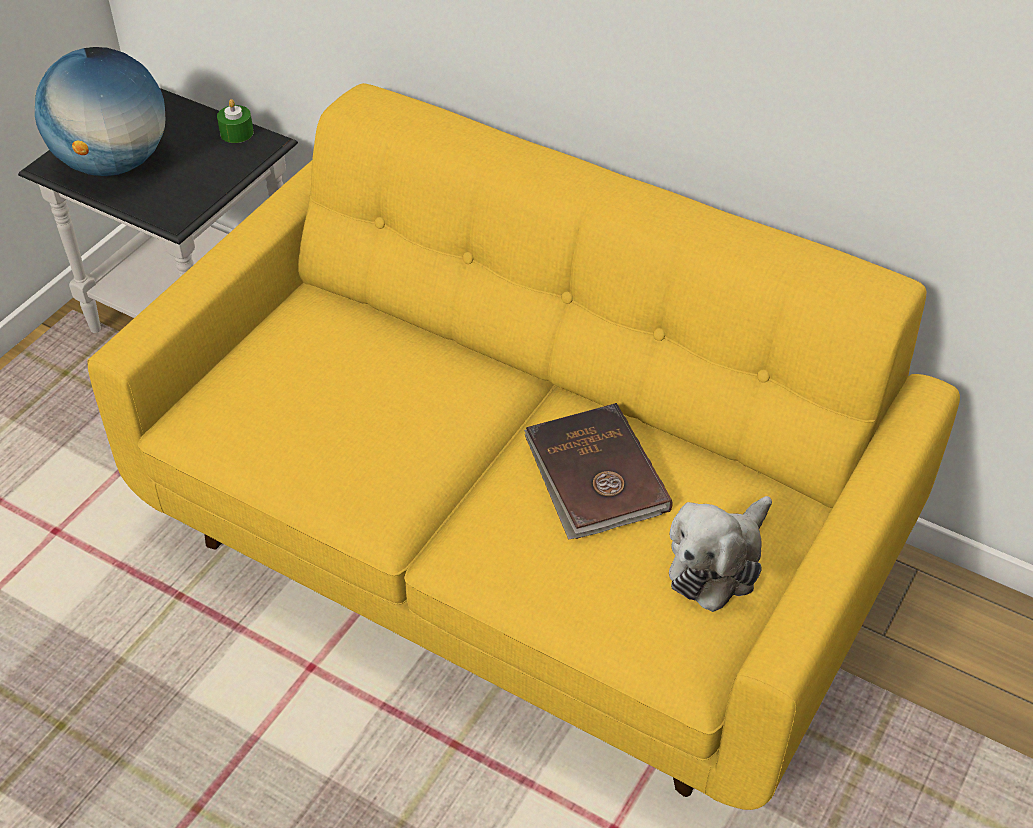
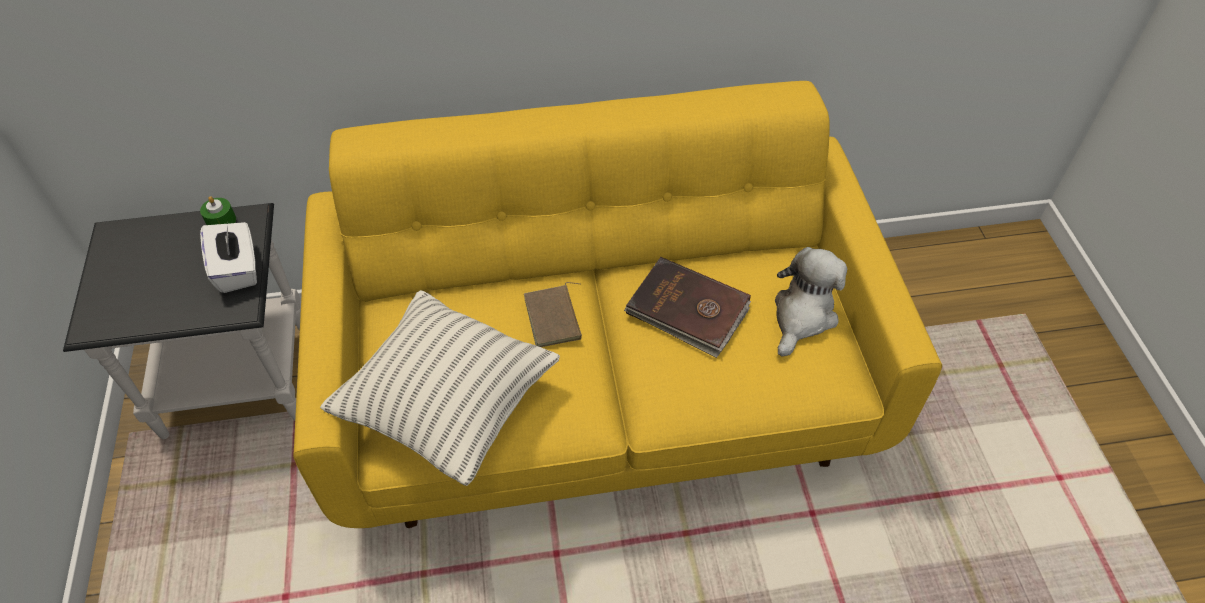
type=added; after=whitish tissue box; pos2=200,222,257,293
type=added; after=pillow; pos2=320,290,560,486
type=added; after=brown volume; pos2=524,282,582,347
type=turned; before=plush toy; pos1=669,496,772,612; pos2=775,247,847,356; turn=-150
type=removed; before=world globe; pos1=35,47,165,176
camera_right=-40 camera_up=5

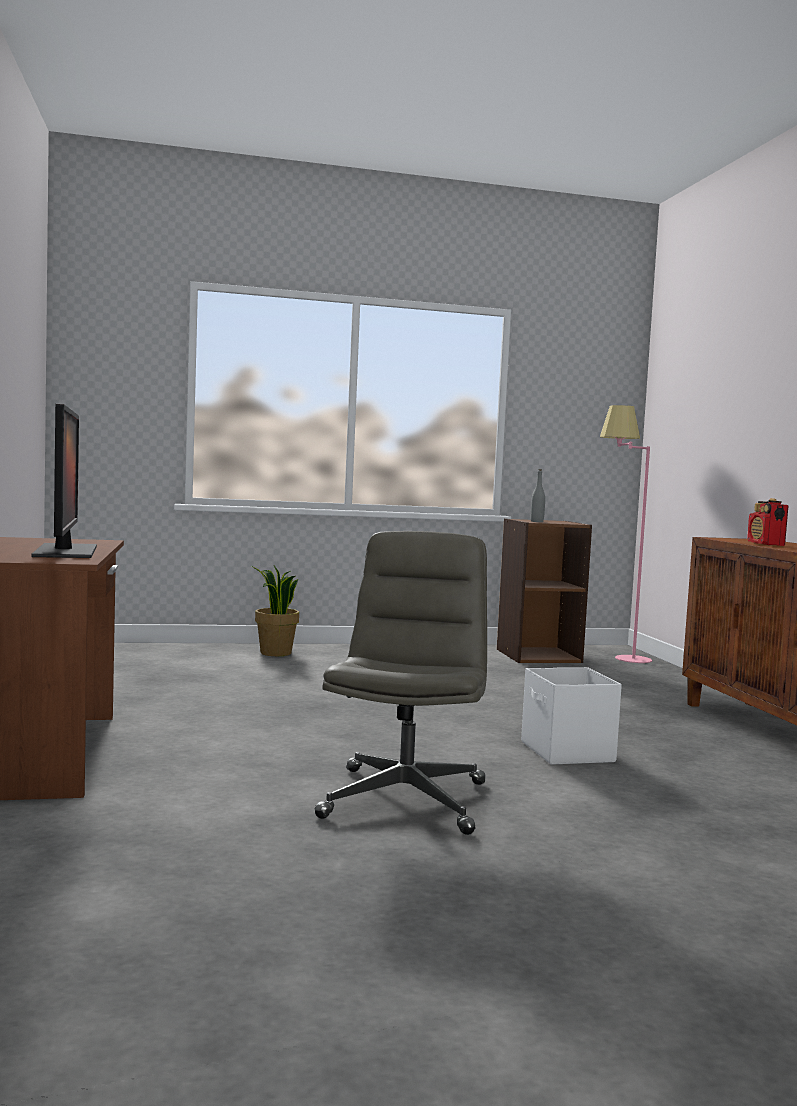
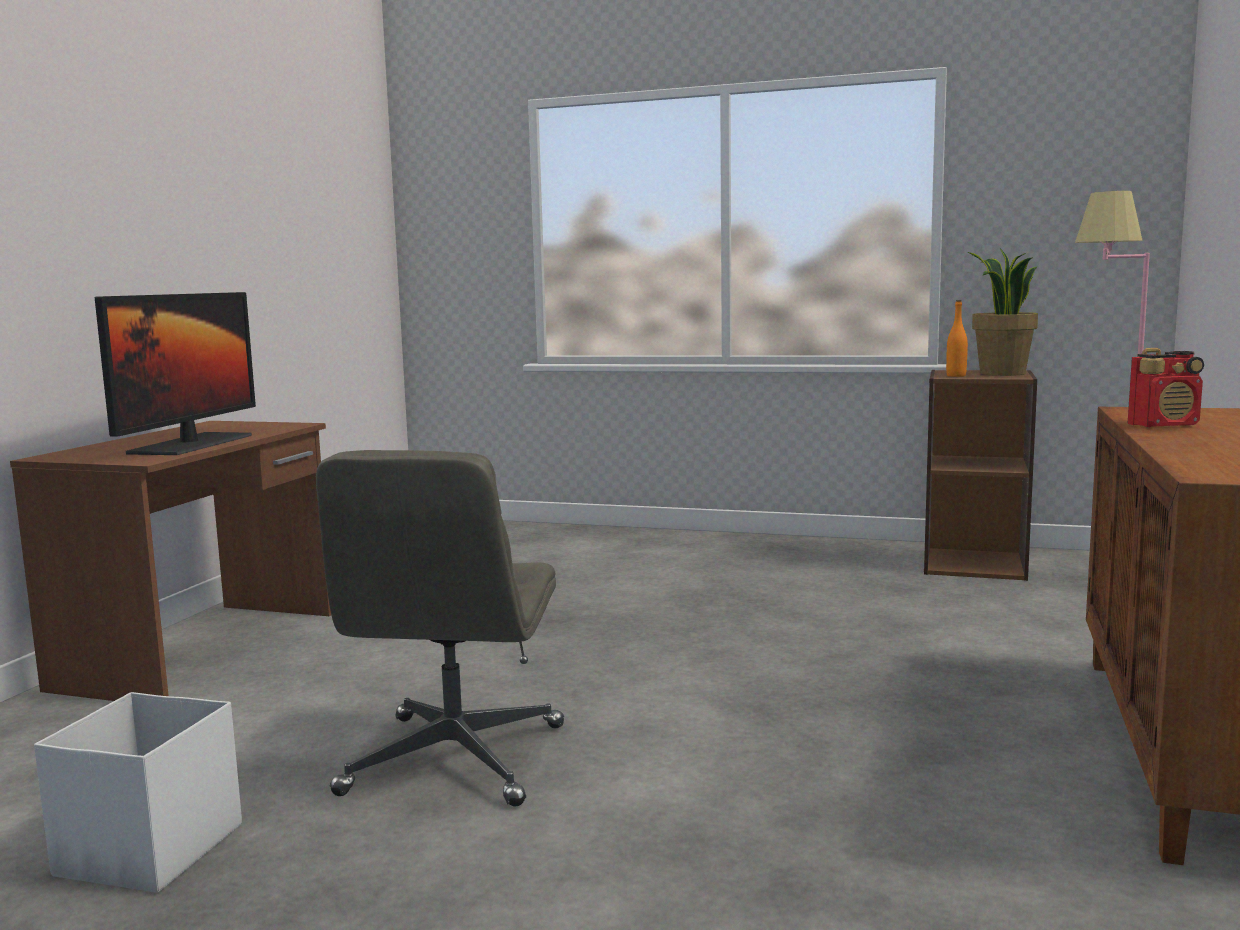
type=moved; before=whitish storage container; pos1=521,667,622,765; pos2=34,692,242,893
type=turned; before=greyish office chair; pos1=315,531,487,835; pos2=316,450,564,807; turn=150
type=recoloured; before=greyish bottle; after=orange-coloured bottle; pos1=531,469,545,522; pos2=946,300,968,377
type=moved; before=houseplant; pos1=252,566,299,656; pos2=968,248,1038,376
type=turned; before=radio receiver; pos1=747,498,789,546; pos2=1127,348,1204,427; turn=-120
camera_right=30 camera_up=5

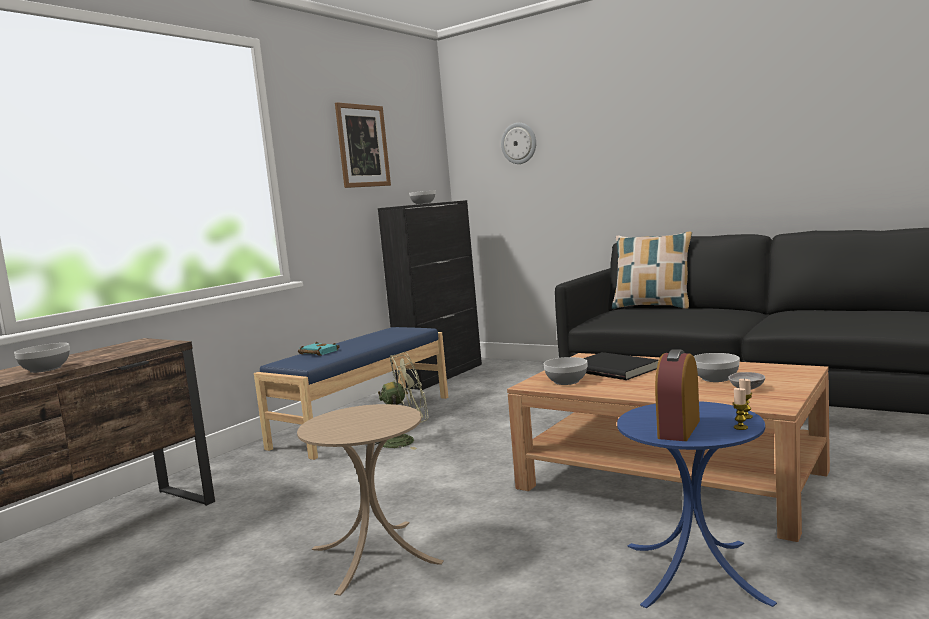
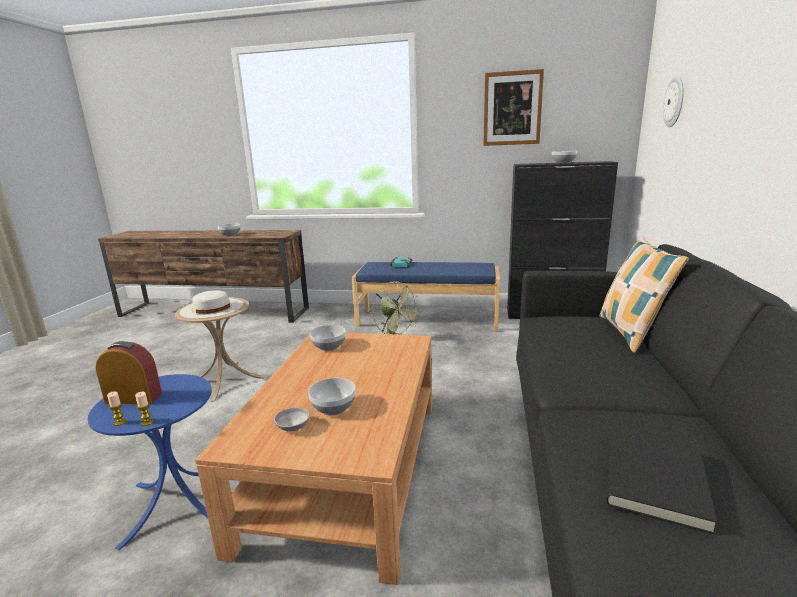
type=added; after=whitish wearable hat; pos2=180,290,243,319
type=moved; before=black-coloured volume; pos1=584,352,659,380; pos2=607,428,717,534
camera_right=65 camera_up=10

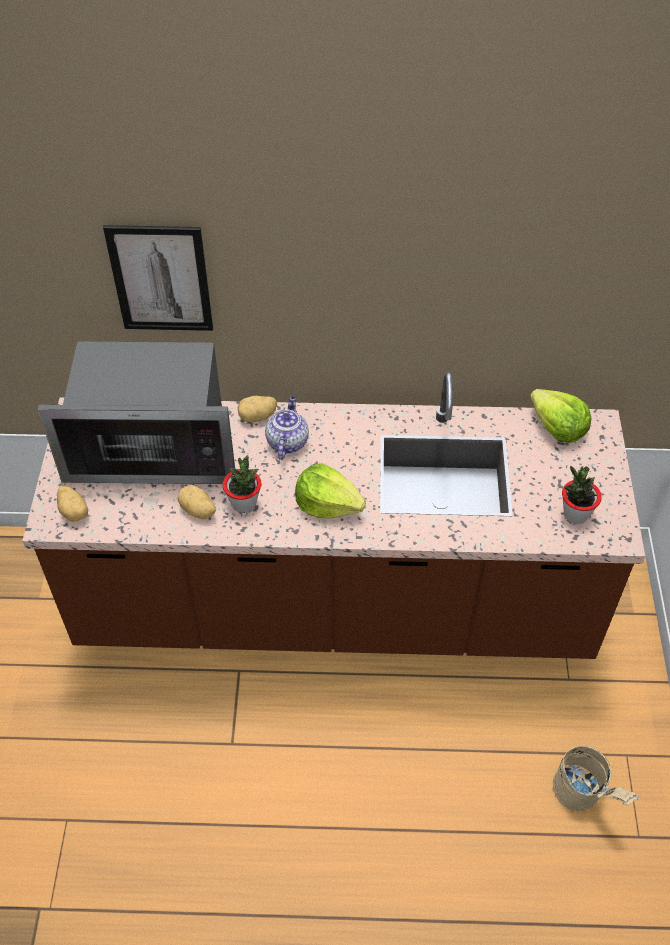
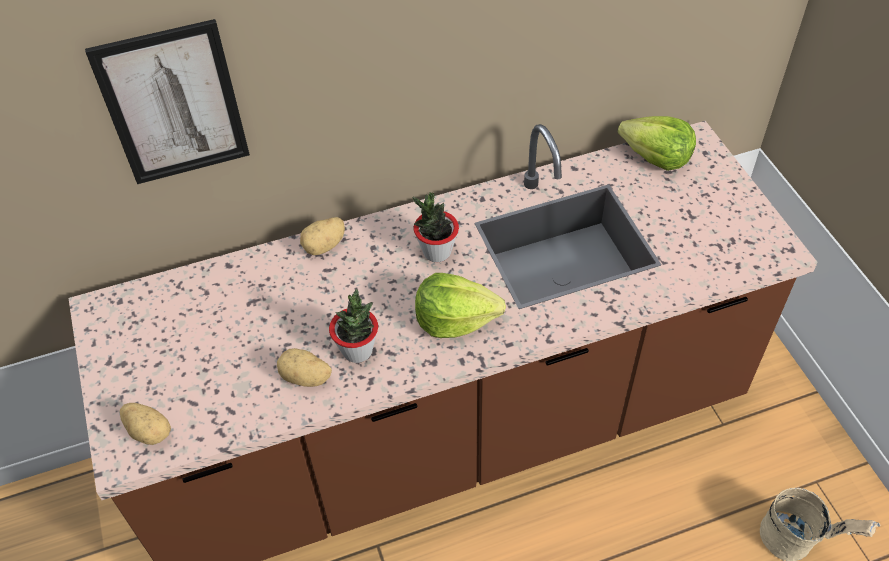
type=moved; before=houseplant; pos1=562,466,602,524; pos2=413,192,459,263
type=removed; before=kitchen microwave; pos1=38,342,235,484
type=removed; before=teapot; pos1=265,396,309,460
camera_right=-20 camera_up=0

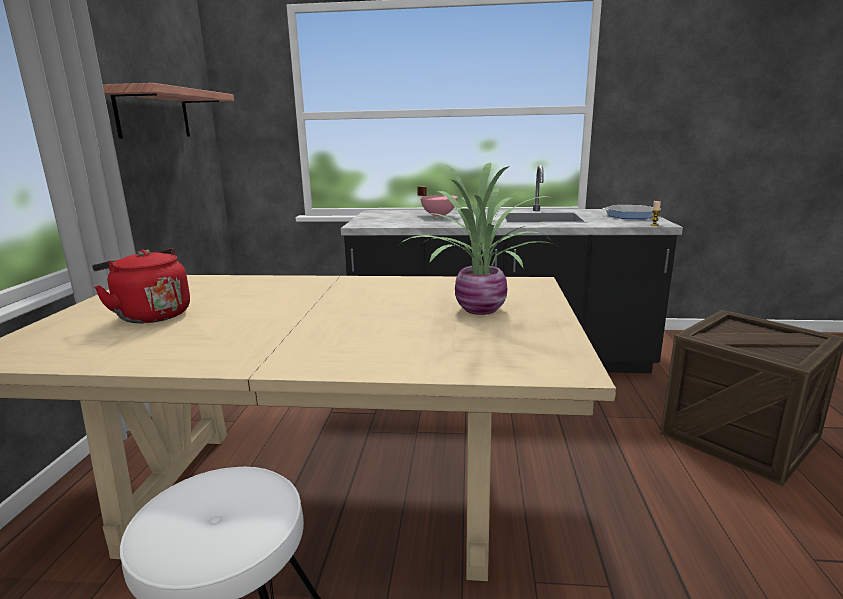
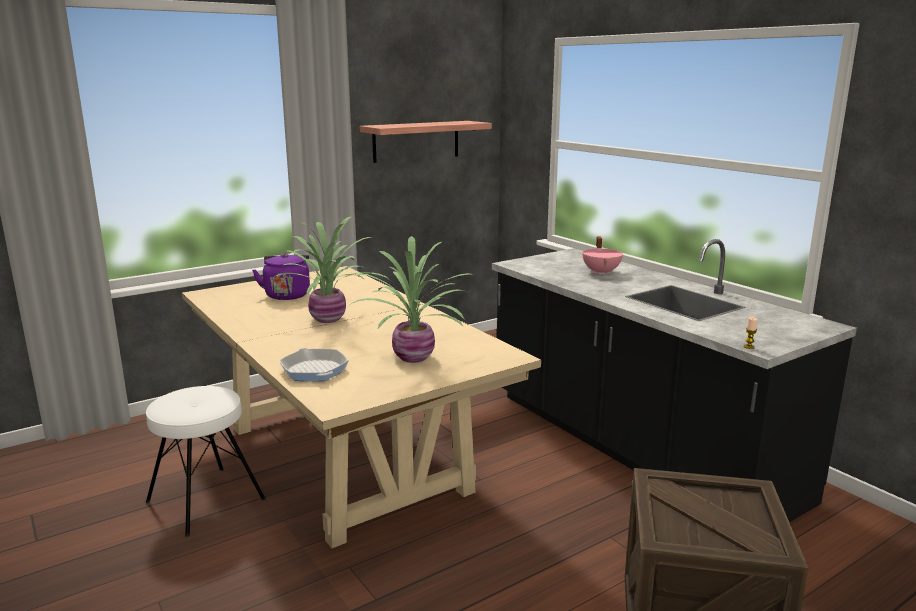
type=recoloured; before=red-coloured kettle; after=purple-coloured kettle; pos1=92,248,190,323; pos2=252,253,310,300
type=added; after=houseplant; pos2=273,216,390,323
type=moved; before=pan; pos1=602,205,661,219; pos2=279,348,349,381
camera_right=50 camera_up=0

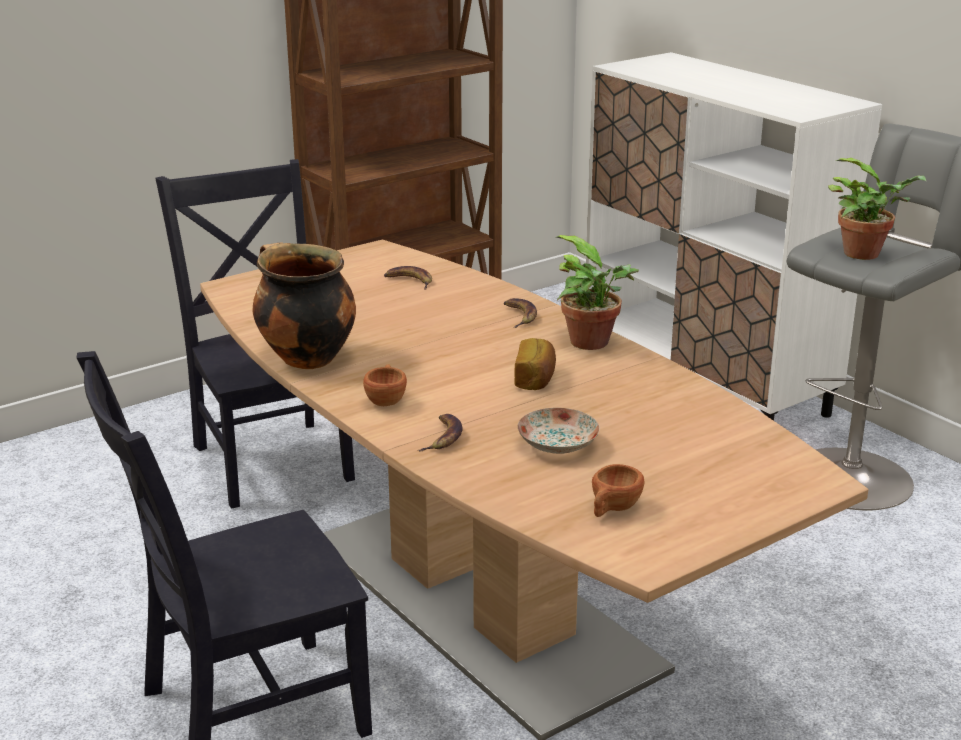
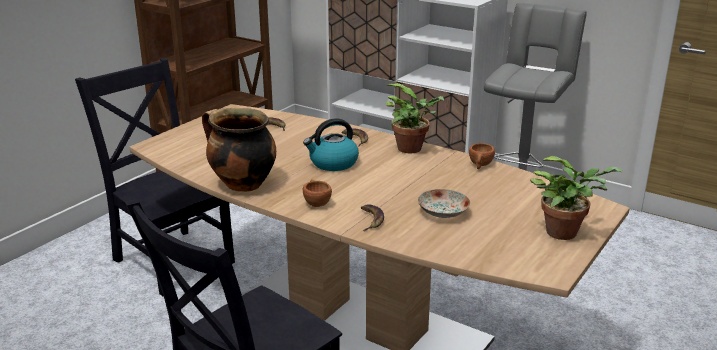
type=added; after=kettle; pos2=303,118,359,171
type=moved; before=brown drinking cup; pos1=592,464,644,517; pos2=469,143,495,169
type=moved; before=houseplant; pos1=828,158,926,260; pos2=530,156,623,240
type=removed; before=bread; pos1=514,338,556,390
camera_right=-20 camera_up=0

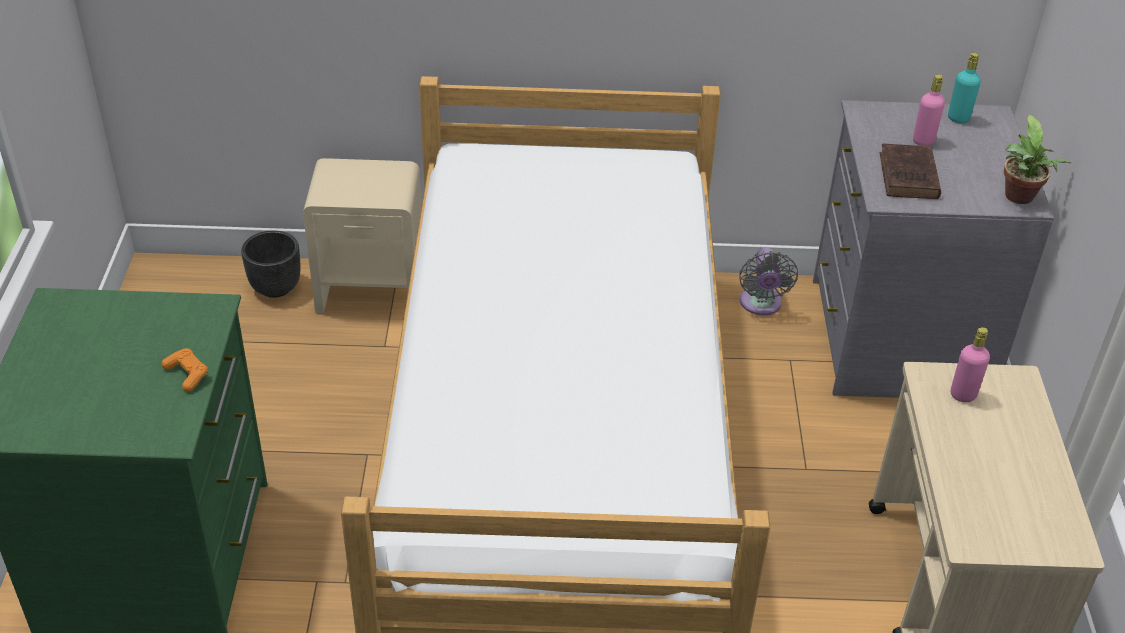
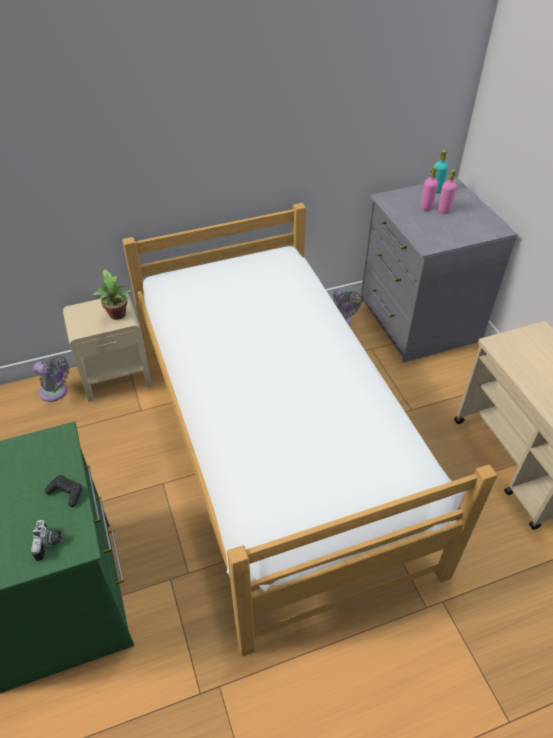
type=added; after=photo camera; pos2=31,520,62,561
type=replaced; before=black-coloured flower pot; after=greyish fan; pos1=241,230,301,298; pos2=33,356,70,402
type=recoloured; before=orange-coloured gamepad; after=black-coloured gamepad; pos1=162,348,208,392; pos2=45,475,82,507
type=moved; before=houseplant; pos1=1004,115,1071,204; pos2=92,269,135,320
type=moved; before=pink-coloured bottle; pos1=951,327,990,402; pos2=438,169,457,214
type=removed; before=brown volume; pos1=880,143,941,199
camera_right=-20 camera_up=5

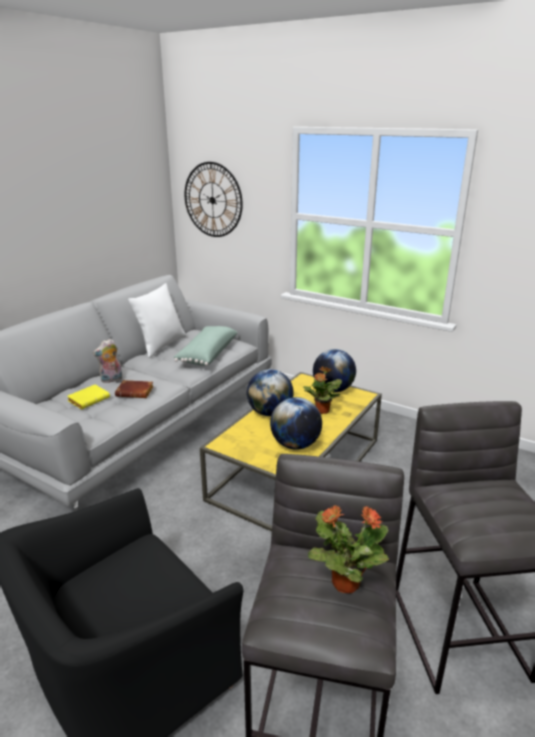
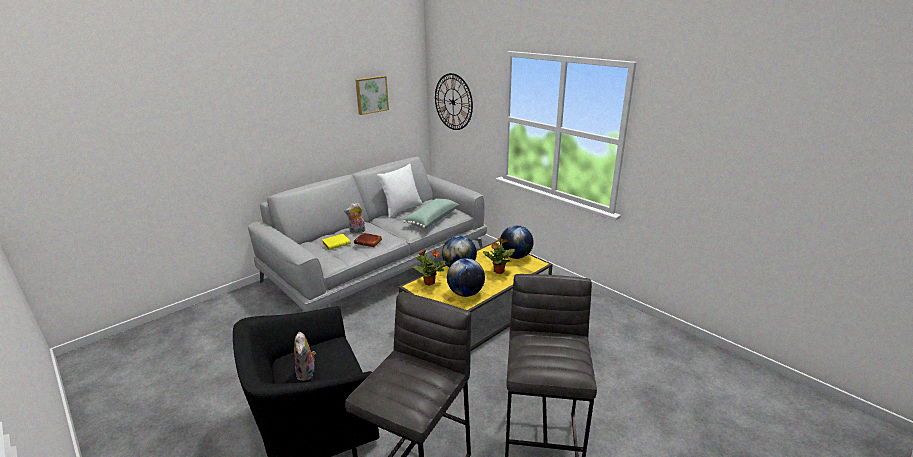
type=added; after=plush toy; pos2=294,332,316,381
type=added; after=wall picture; pos2=355,76,389,115
type=moved; before=houseplant; pos1=308,505,389,593; pos2=412,250,446,286
camera_right=15 camera_up=0

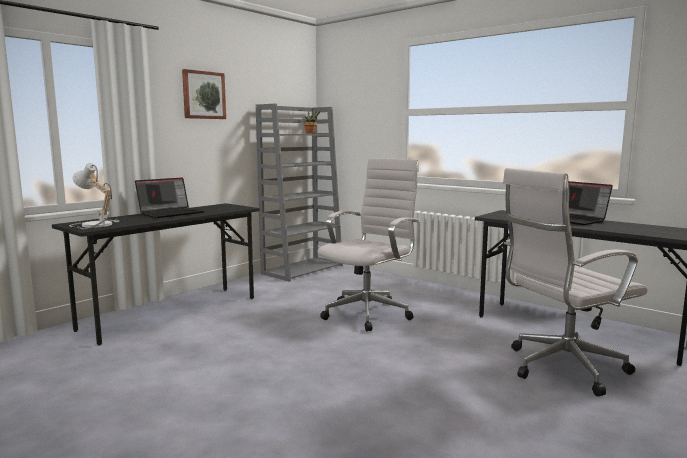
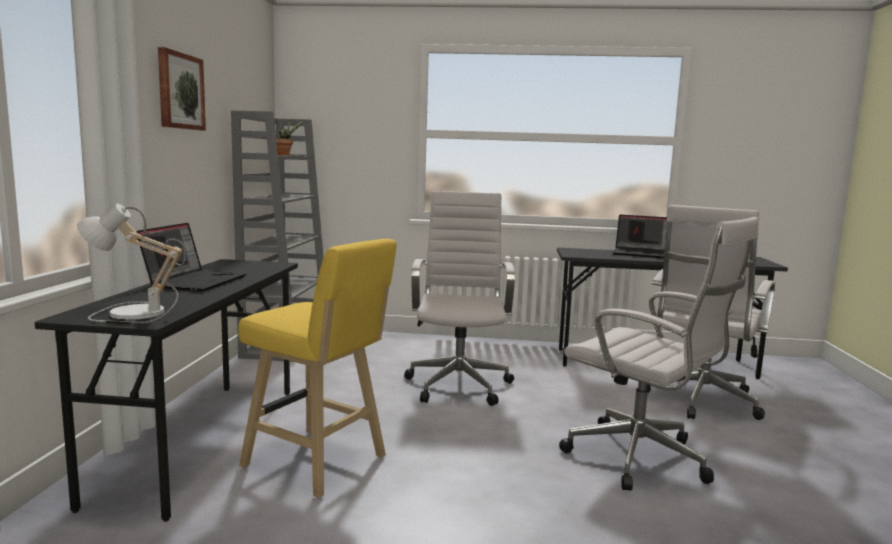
type=added; after=yellow-coloured sitting stool; pos2=238,239,396,498
type=added; after=whitish office chair; pos2=559,217,759,491
camera_right=-35 camera_up=0

